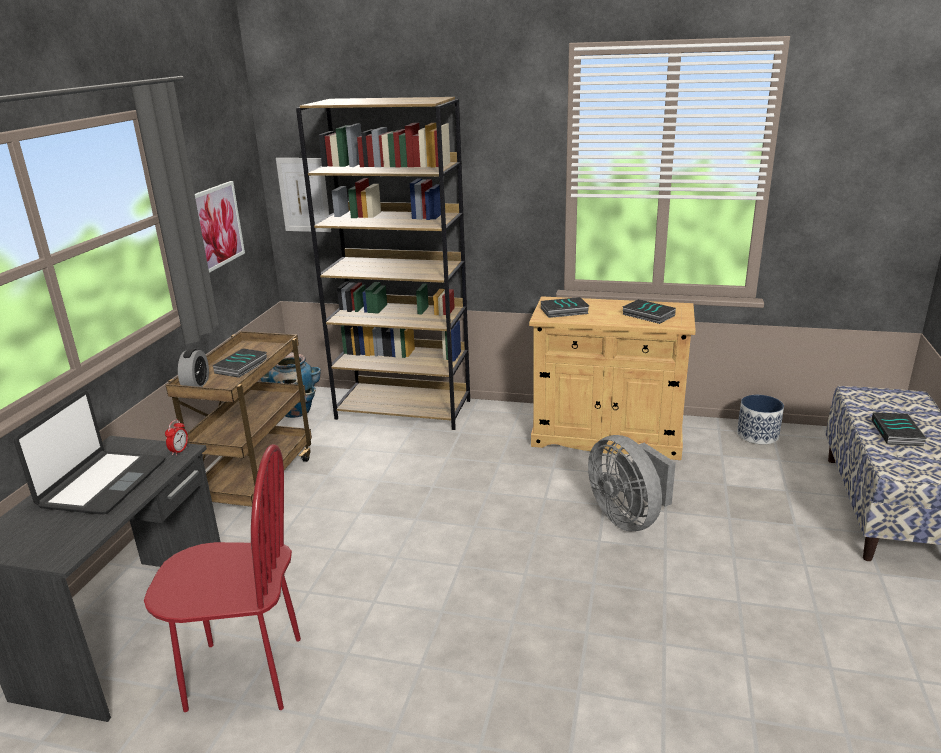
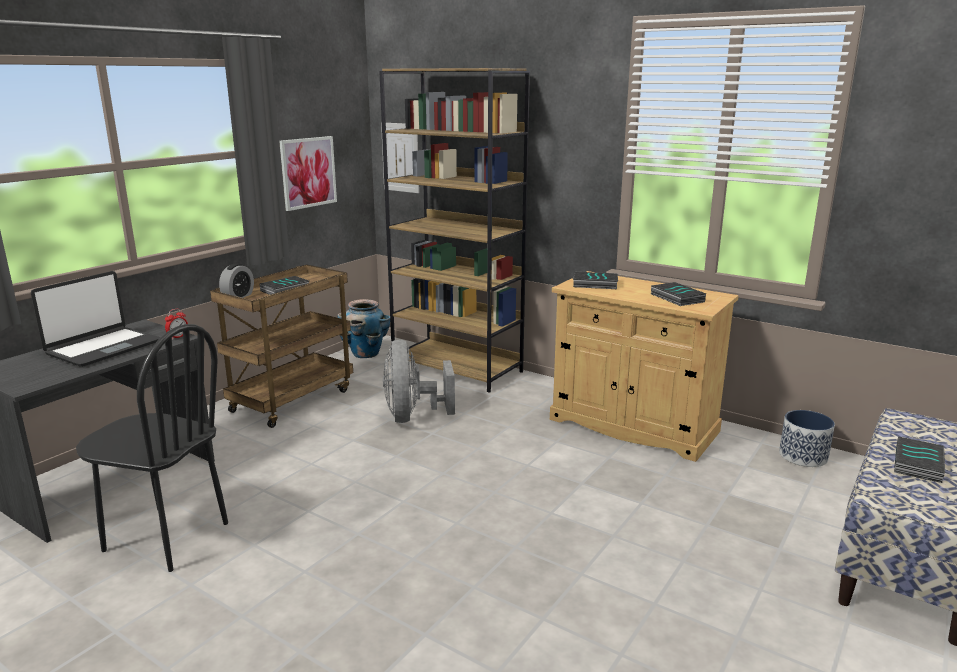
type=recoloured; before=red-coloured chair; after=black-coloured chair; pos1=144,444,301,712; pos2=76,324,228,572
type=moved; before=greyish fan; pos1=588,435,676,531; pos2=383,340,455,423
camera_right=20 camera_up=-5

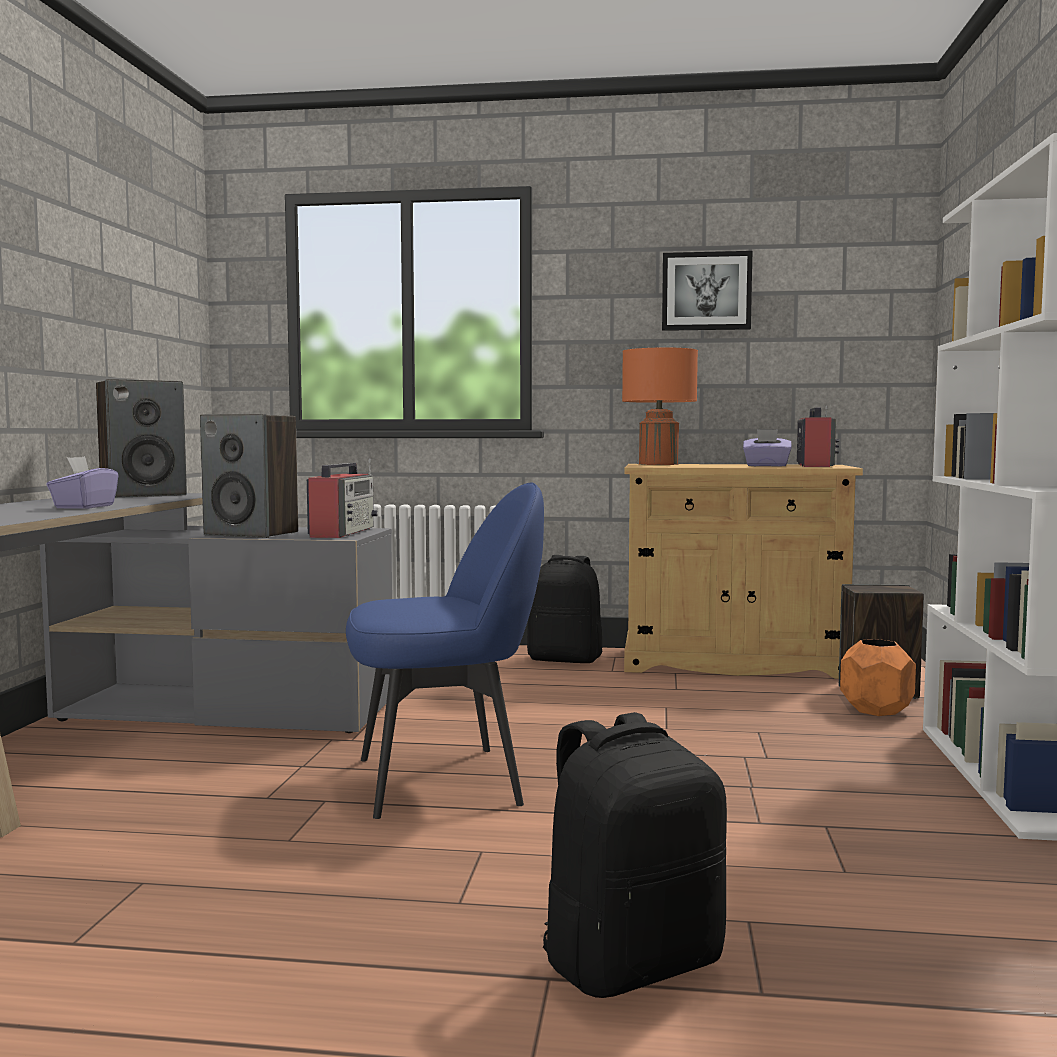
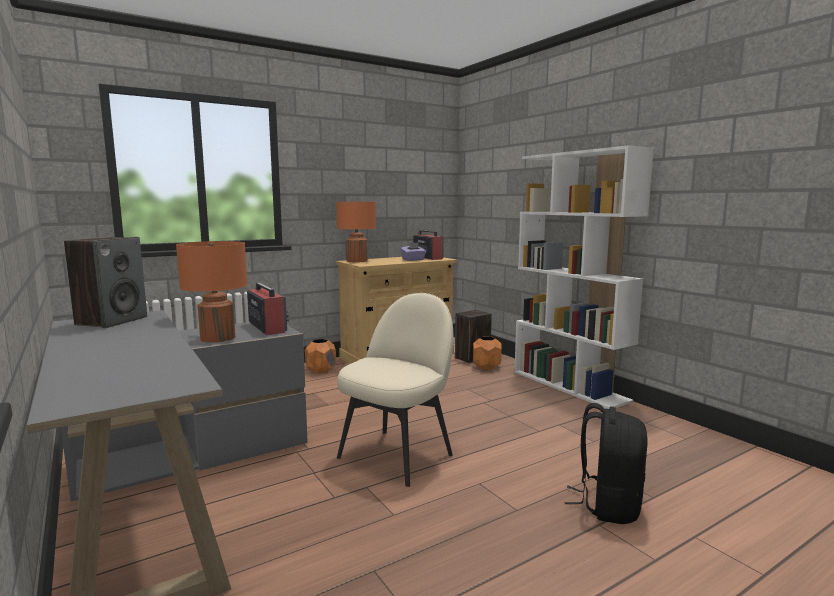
type=replaced; before=audio speaker; after=orange-coloured tabletop lamp; pos1=200,414,298,538; pos2=176,241,247,343
type=replaced; before=black-coloured rucksack; after=orange-coloured flower pot; pos1=527,555,602,663; pos2=305,339,336,373
type=recoloured; before=bluish chair; after=beige chair; pos1=346,482,544,819; pos2=337,293,453,487
type=removed; before=purple-coloured tissue box; pos1=46,456,118,509
type=removed; before=wall picture; pos1=662,251,752,331
camera_right=-40 camera_up=5

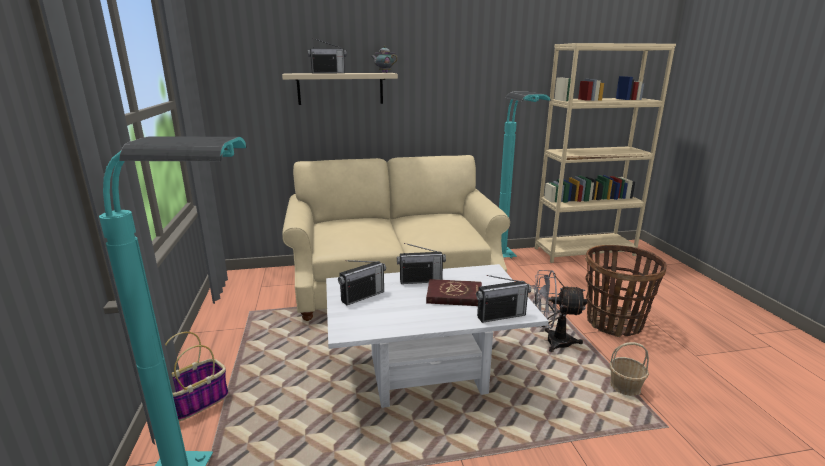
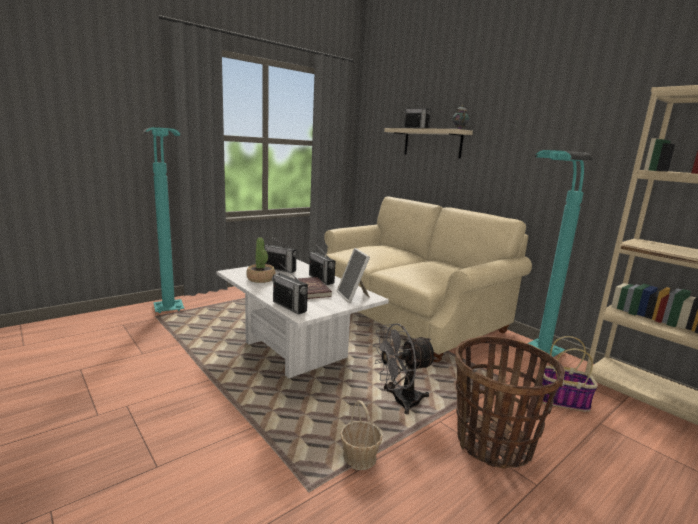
type=added; after=houseplant; pos2=246,237,276,283
type=added; after=picture frame; pos2=337,248,370,303
type=turned; before=greyish fan; pos1=533,270,587,352; pos2=373,323,437,415; turn=-90
type=moved; before=basket; pos1=165,332,229,421; pos2=542,336,598,412
camera_right=60 camera_up=-5

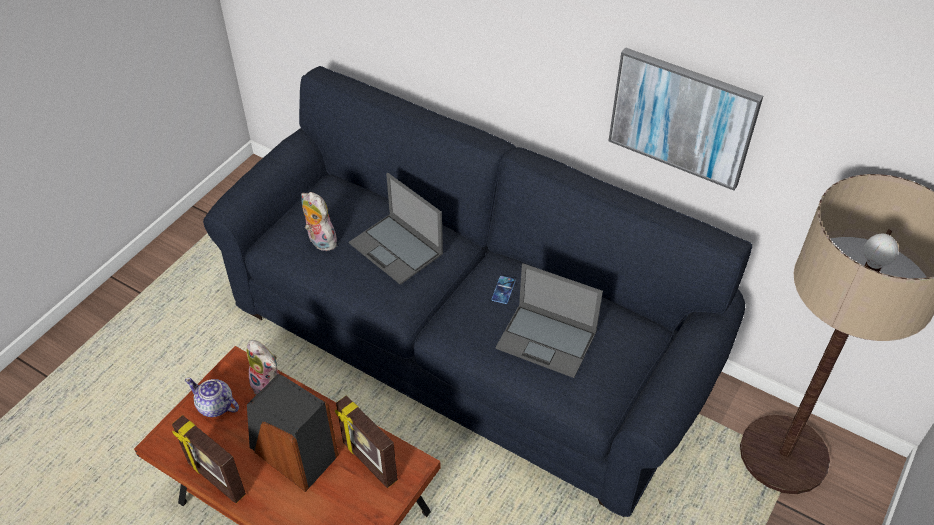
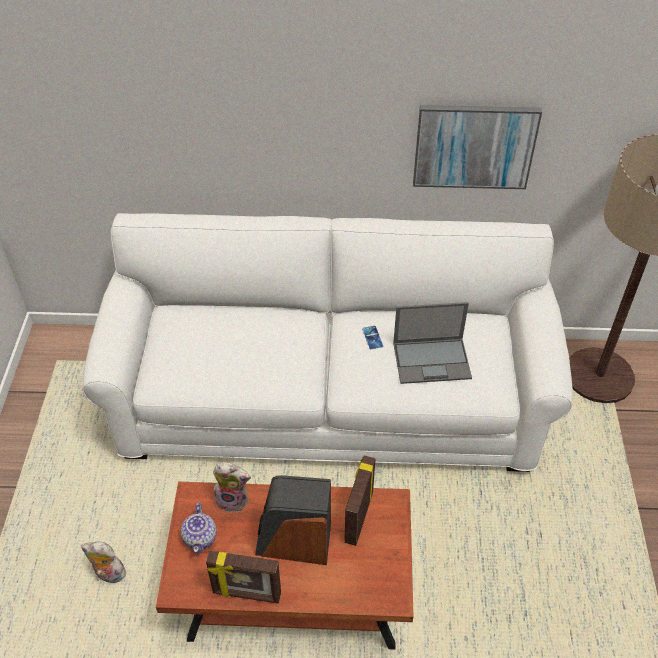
type=moved; before=plush toy; pos1=301,192,337,251; pos2=81,542,128,583
type=recoloured; before=bluish sofa; after=whitish sofa; pos1=203,66,752,517; pos2=82,213,572,472
type=turned; before=teapot; pos1=185,378,239,417; pos2=181,502,217,554; turn=-90
type=turned; before=picture frame; pos1=335,395,398,488; pos2=345,455,376,546; turn=90
type=removed; before=notebook computer; pos1=349,173,443,285
camera_right=-30 camera_up=0

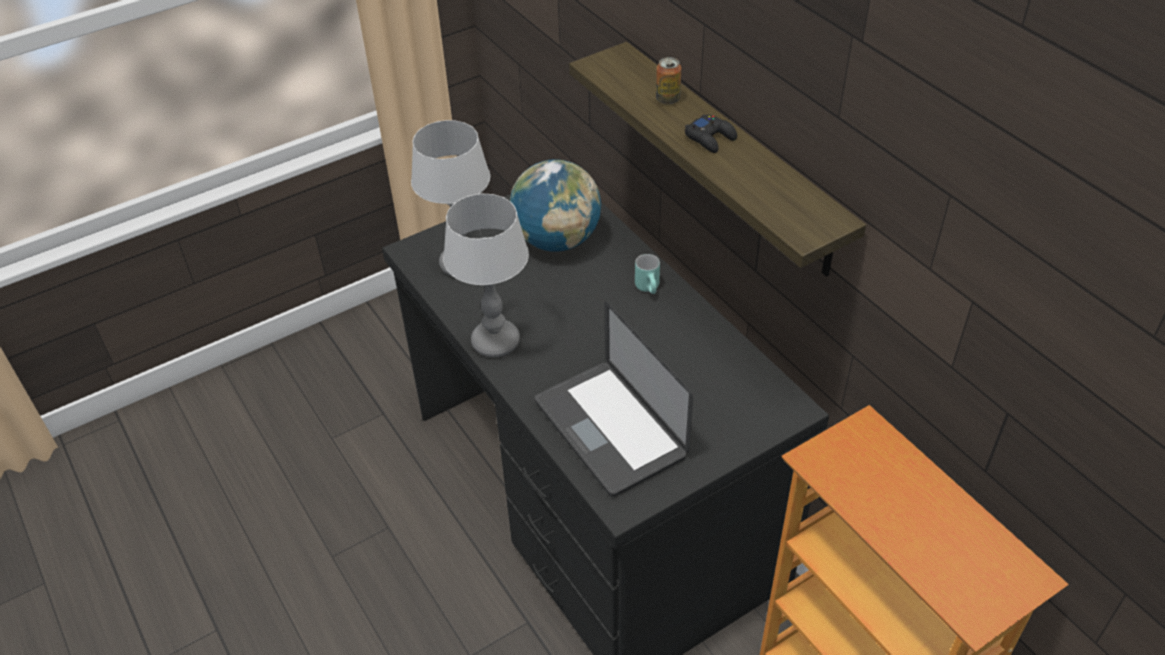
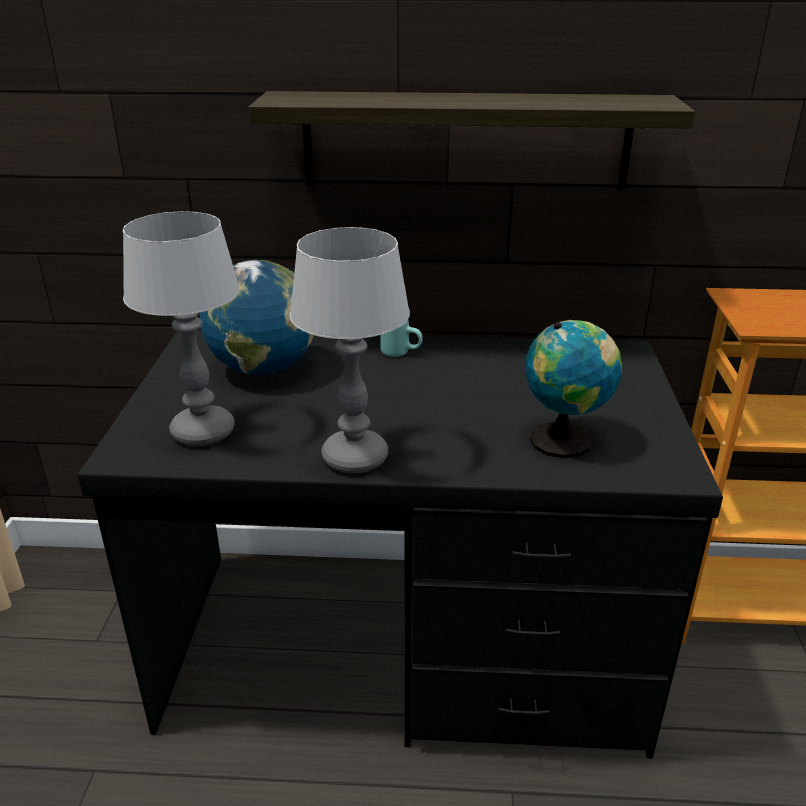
type=replaced; before=notebook computer; after=world globe; pos1=535,302,693,497; pos2=525,320,622,458
type=removed; before=sealed can; pos1=656,57,681,104
type=removed; before=black-coloured gamepad; pos1=685,115,737,153
camera_right=-55 camera_up=-15

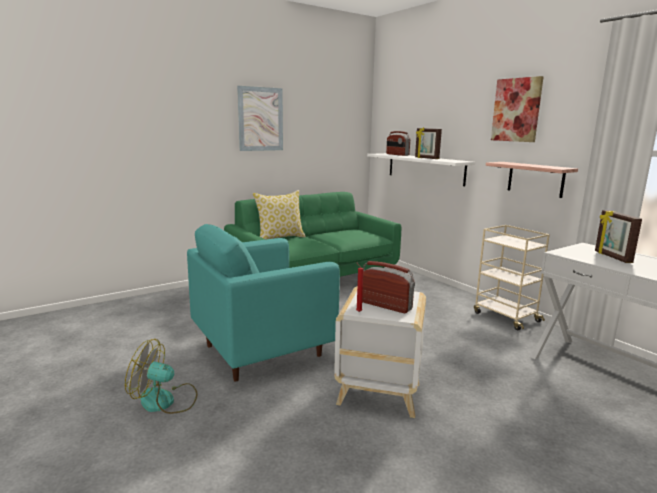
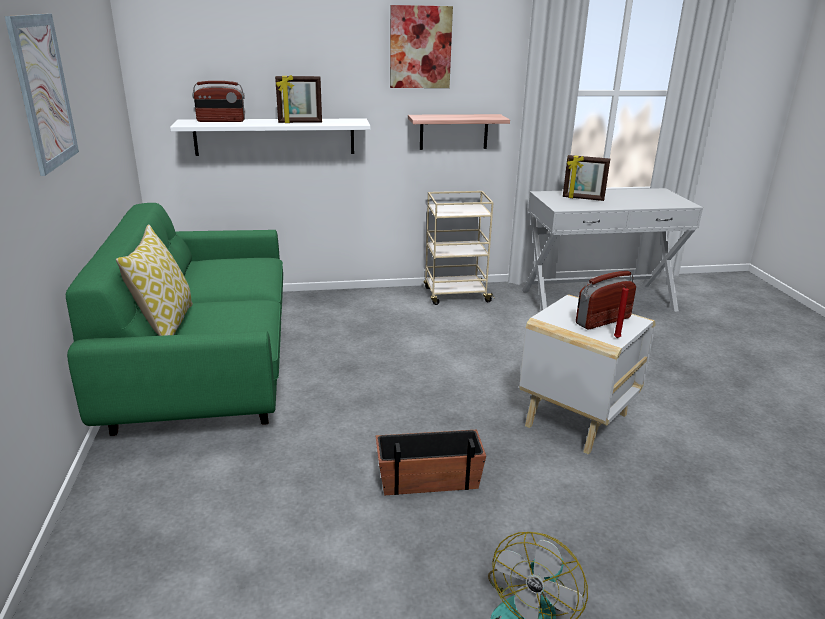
type=replaced; before=blue-green armchair; after=flower pot; pos1=187,224,340,382; pos2=376,430,486,495
camera_right=-65 camera_up=10

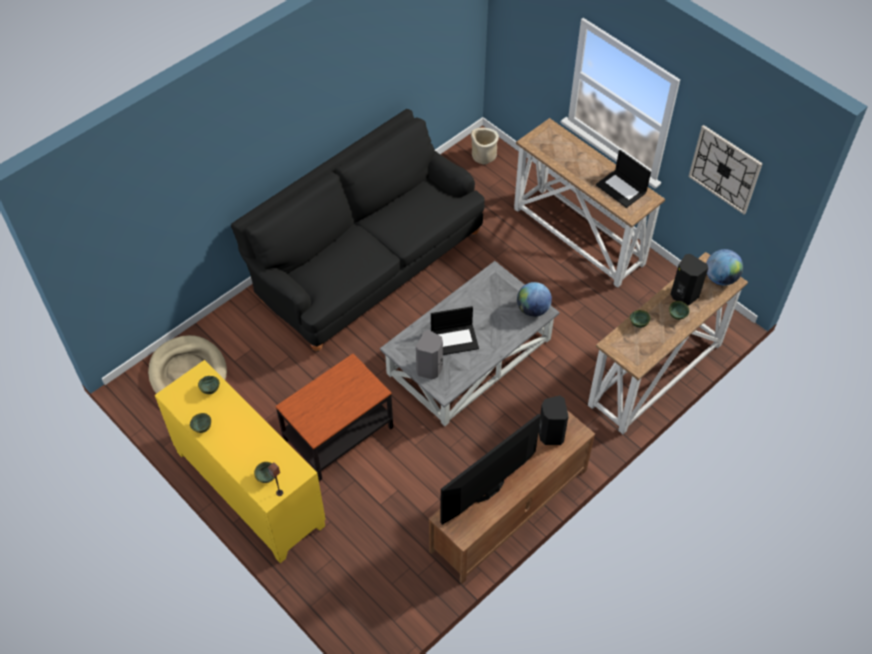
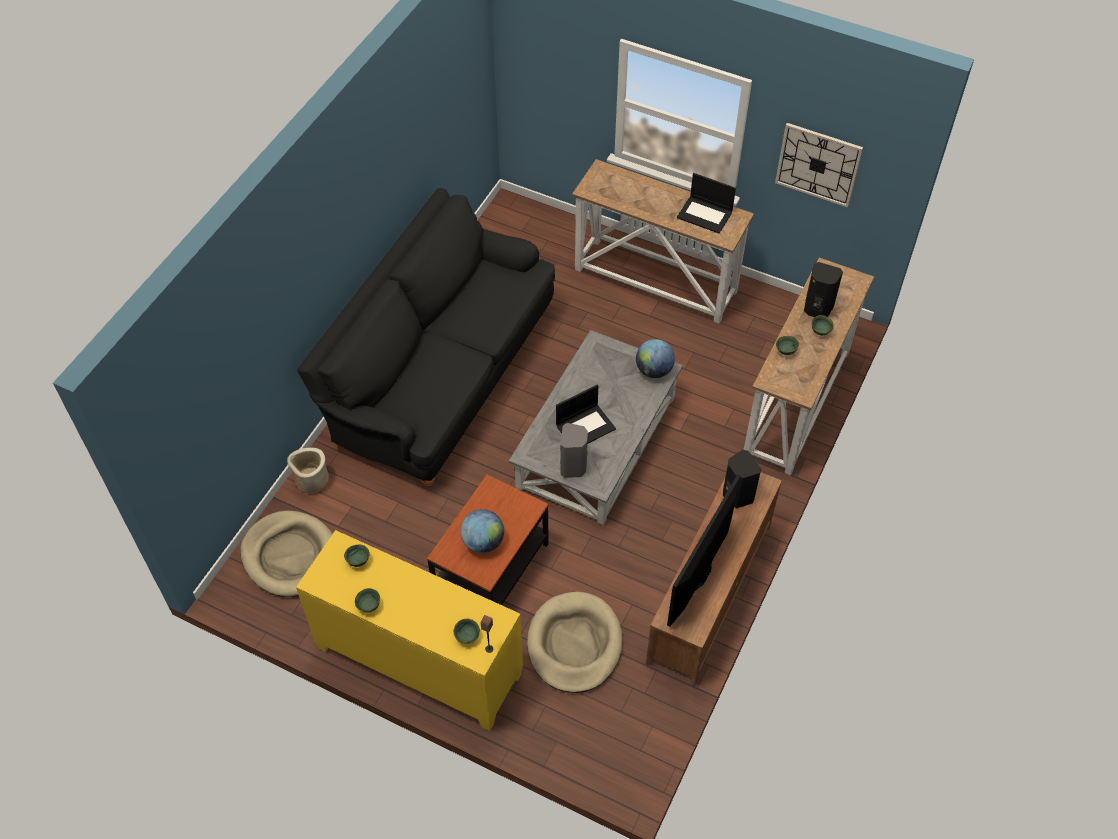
type=moved; before=beige flower pot; pos1=471,128,499,164; pos2=287,448,329,494
type=moved; before=world globe; pos1=706,249,743,285; pos2=461,509,504,553
type=added; after=beige dog cushion; pos2=527,592,623,693
camera_right=-20 camera_up=0

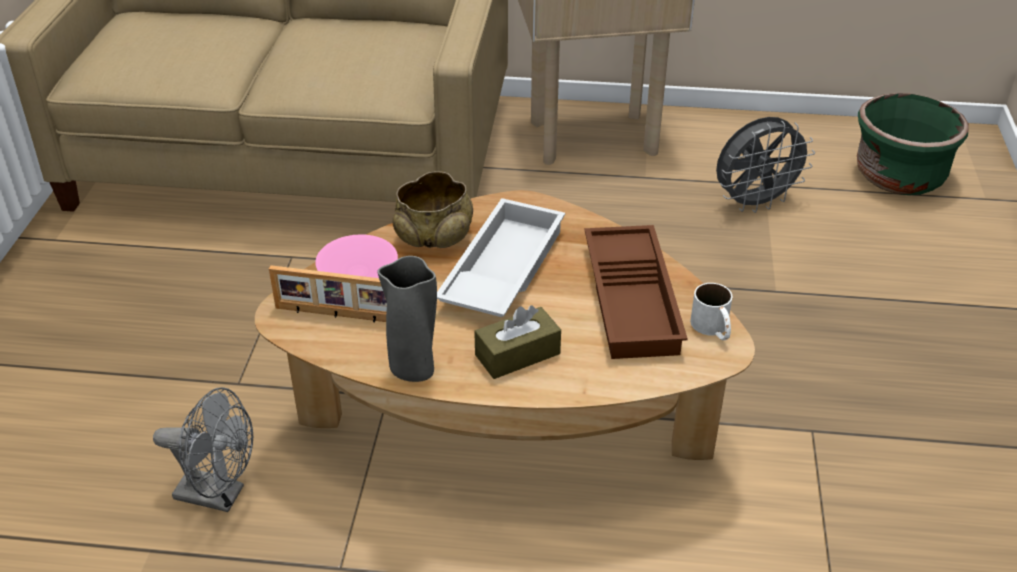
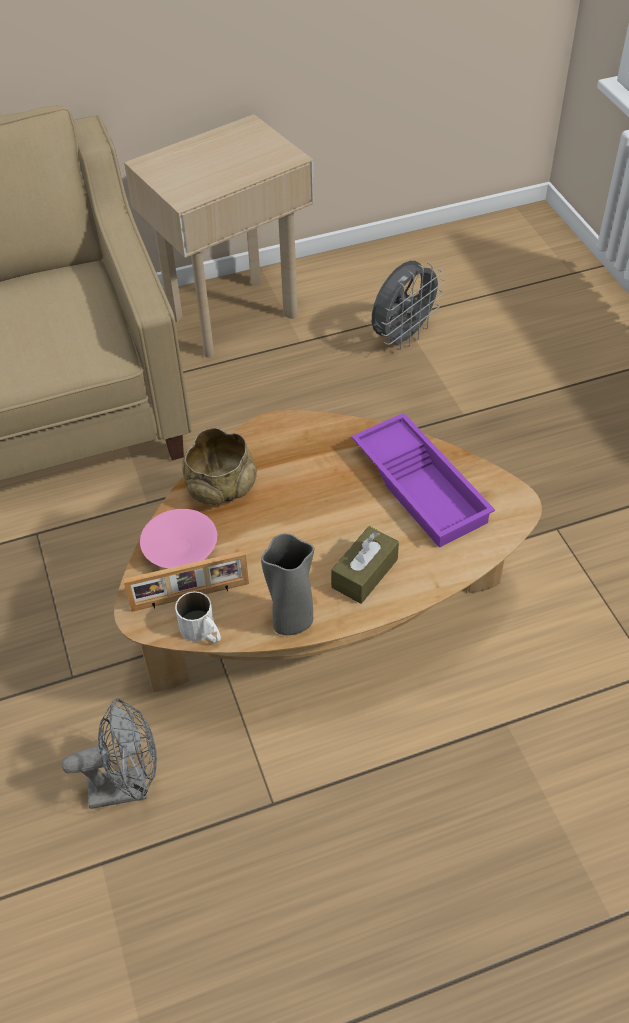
type=moved; before=whitish mug; pos1=690,283,733,340; pos2=175,591,221,643
type=recoloured; before=brown serving tray; after=purple-coloured serving tray; pos1=585,225,688,359; pos2=351,413,495,548
type=removed; before=whitish serving tray; pos1=437,198,565,317
type=removed; before=green-coloured flower pot; pos1=857,93,969,195
camera_right=-25 camera_up=10

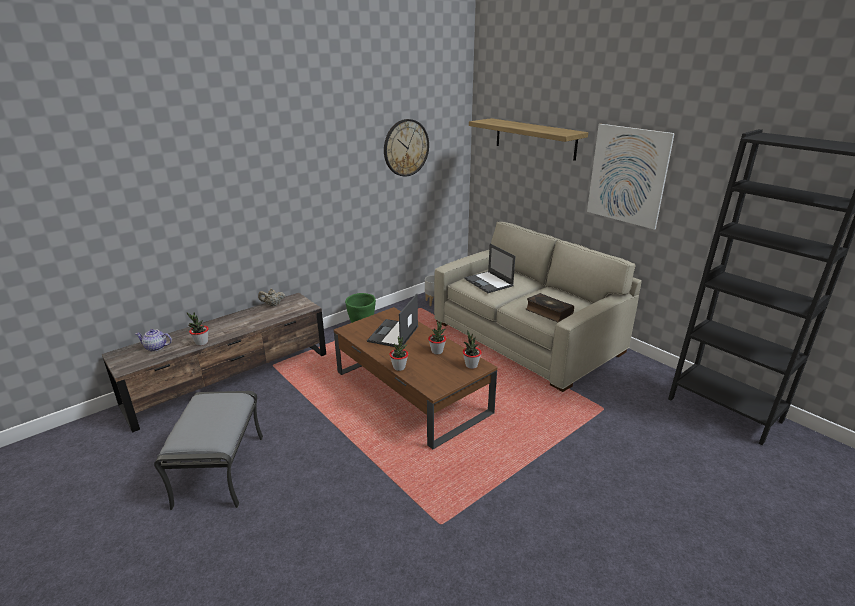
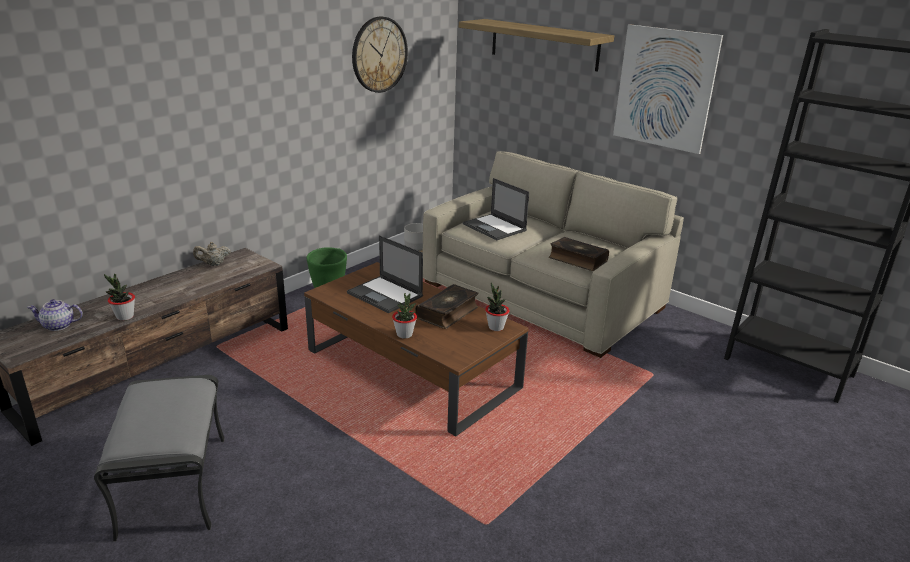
type=turned; before=notebook computer; pos1=367,294,418,347; pos2=347,235,423,313; turn=-60
type=replaced; before=houseplant; after=volume; pos1=428,321,446,355; pos2=415,284,479,329
camera_right=-10 camera_up=0

